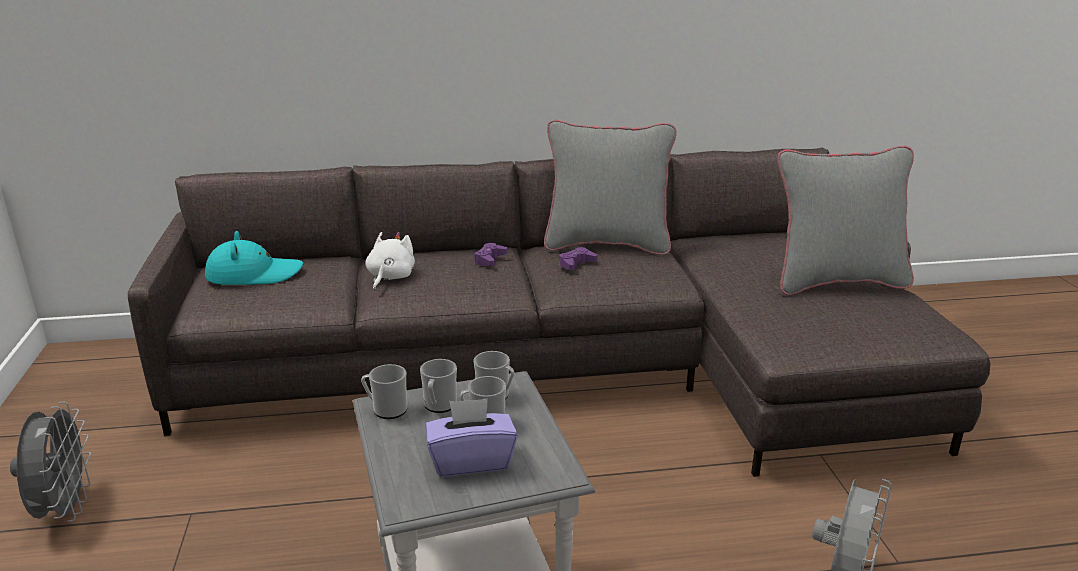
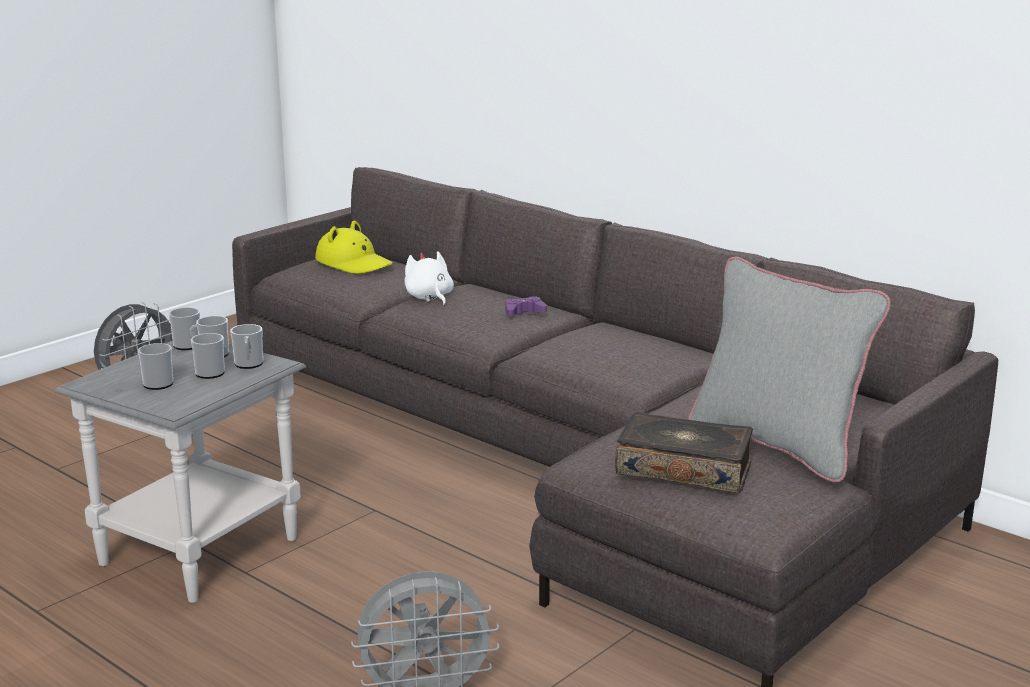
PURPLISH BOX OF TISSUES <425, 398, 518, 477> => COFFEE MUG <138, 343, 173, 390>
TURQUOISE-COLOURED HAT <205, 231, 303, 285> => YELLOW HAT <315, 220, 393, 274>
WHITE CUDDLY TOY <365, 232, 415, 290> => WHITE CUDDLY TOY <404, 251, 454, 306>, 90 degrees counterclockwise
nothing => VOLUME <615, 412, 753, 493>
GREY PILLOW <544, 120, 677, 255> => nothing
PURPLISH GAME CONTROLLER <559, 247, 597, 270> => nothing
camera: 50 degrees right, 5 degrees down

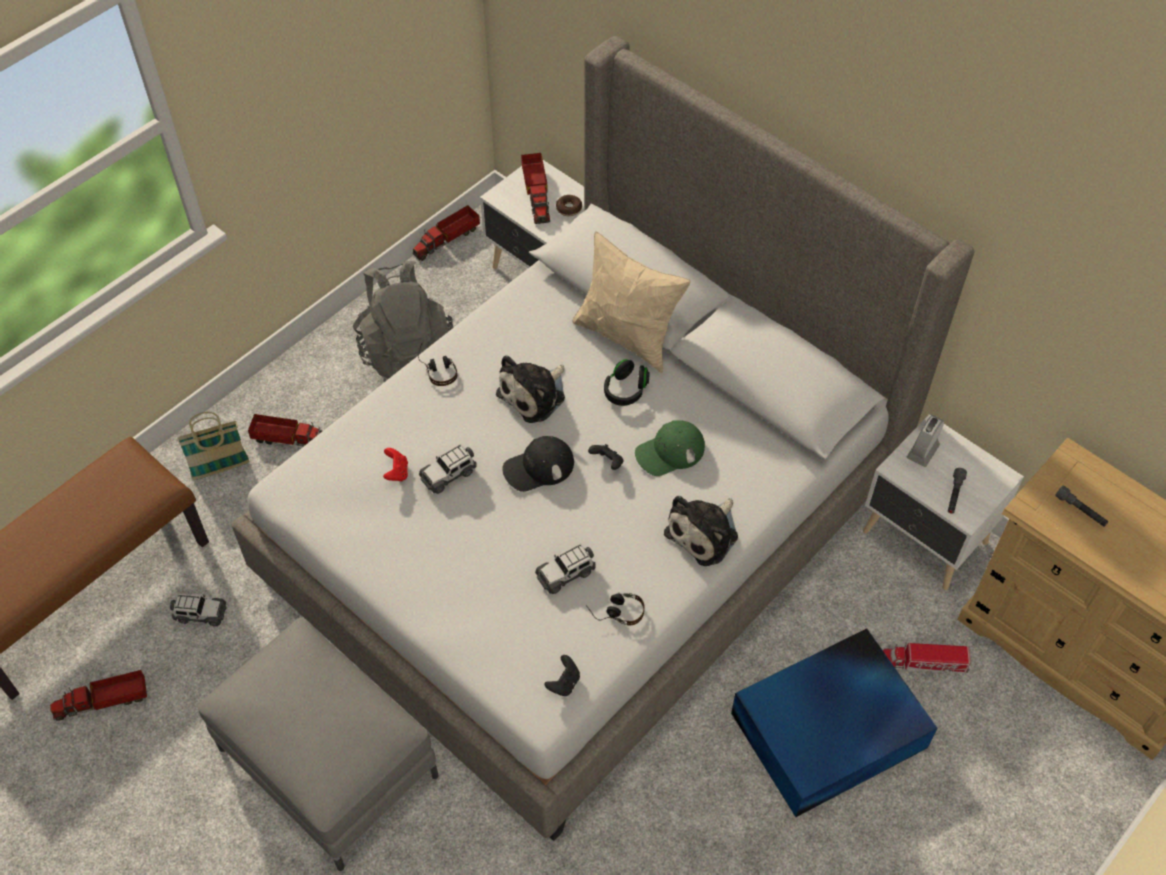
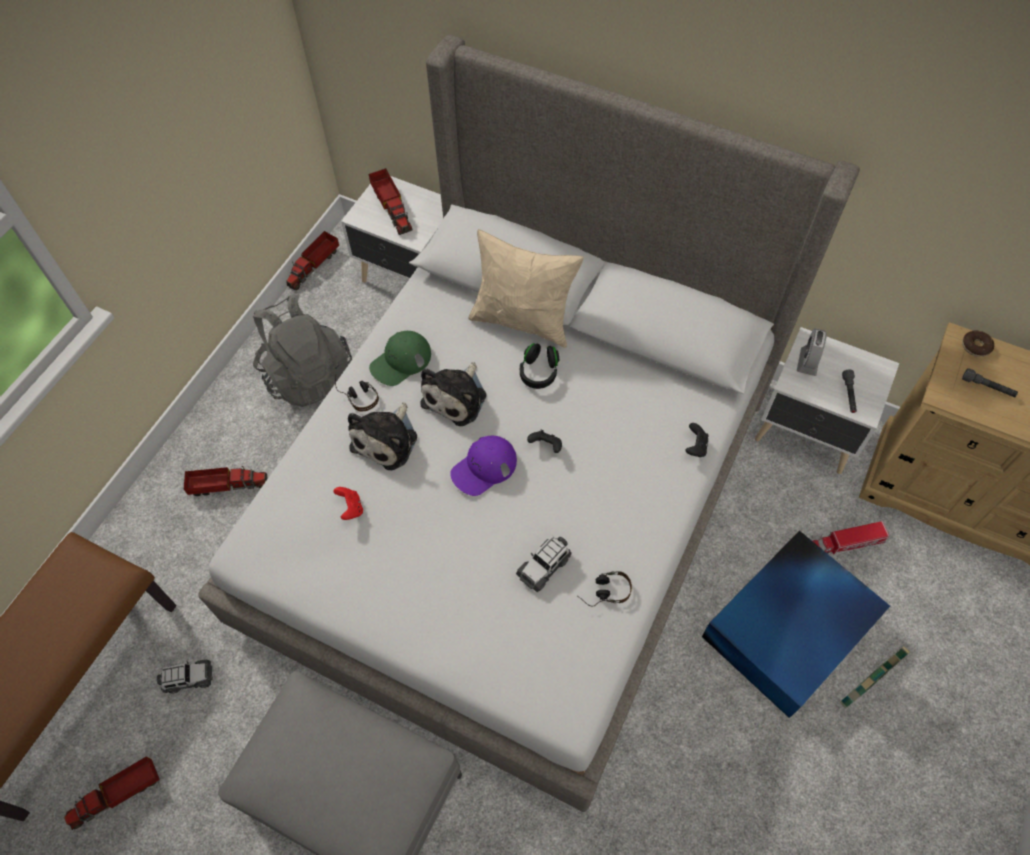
CUDDLY TOY <664, 496, 738, 566> => CUDDLY TOY <348, 402, 417, 470>, relocated
GREENISH CAP <635, 420, 705, 476> => GREENISH CAP <369, 331, 431, 386>, relocated
BLACK CAP <502, 436, 574, 492> => PURPLISH CAP <450, 436, 517, 496>
BLACK GAME CONTROLLER <545, 655, 580, 696> => BLACK GAME CONTROLLER <685, 423, 709, 457>, relocated
STORAGE BASKET <177, 412, 249, 480> => STORAGE BASKET <840, 646, 910, 708>, relocated
DOUGHNUT <556, 195, 582, 216> => DOUGHNUT <962, 330, 994, 357>, relocated
MODEL CAR <419, 444, 477, 494> => nothing
camera: 15 degrees left, 5 degrees up

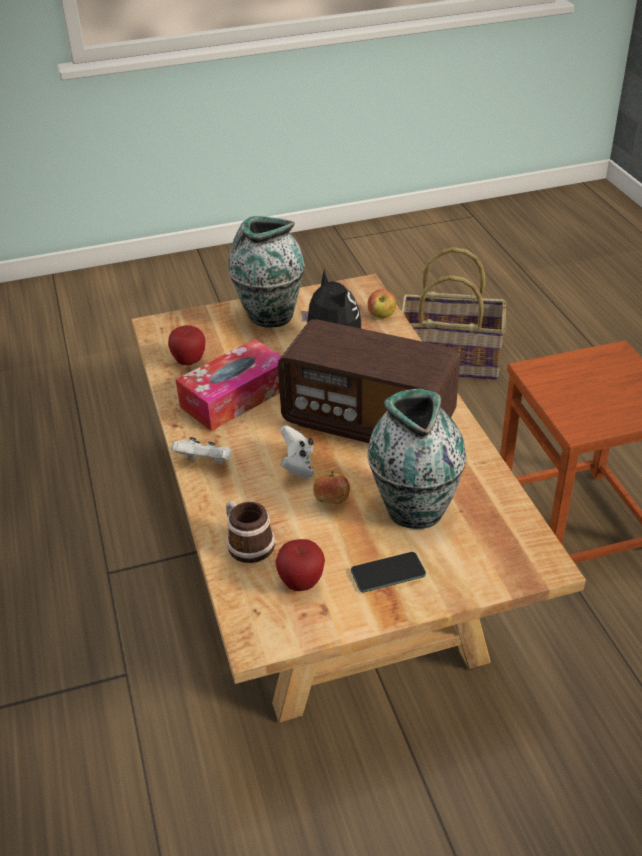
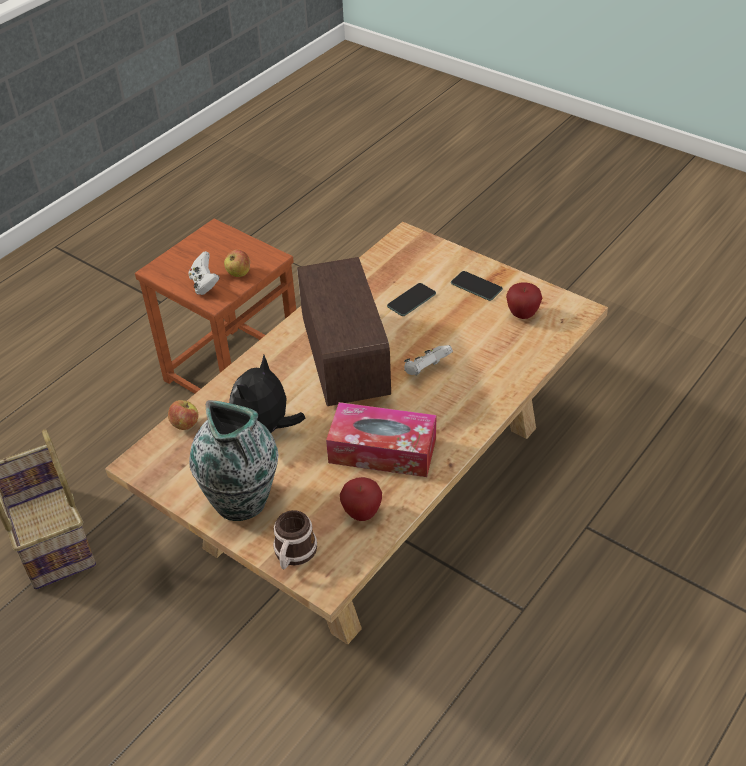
WHITE GAME CONTROLLER <172, 437, 231, 465> => WHITE GAME CONTROLLER <188, 251, 220, 295>, relocated
WHOLE APPLE <313, 471, 350, 504> => WHOLE APPLE <224, 250, 250, 277>, relocated
COFFEE MUG <226, 501, 275, 563> => COFFEE MUG <273, 510, 317, 569>, relocated
FLOWER VASE <367, 389, 467, 529> => TELEPHONE <387, 283, 436, 316>
camera: 125 degrees left, 5 degrees up

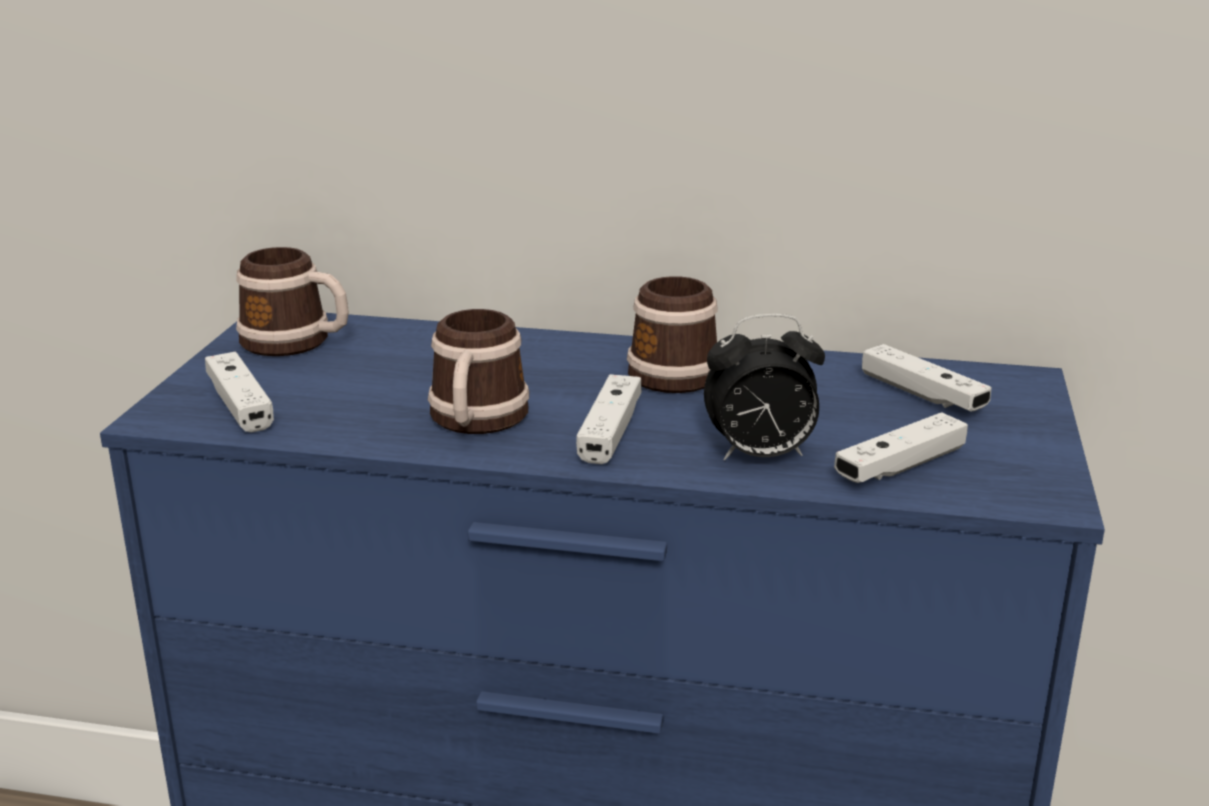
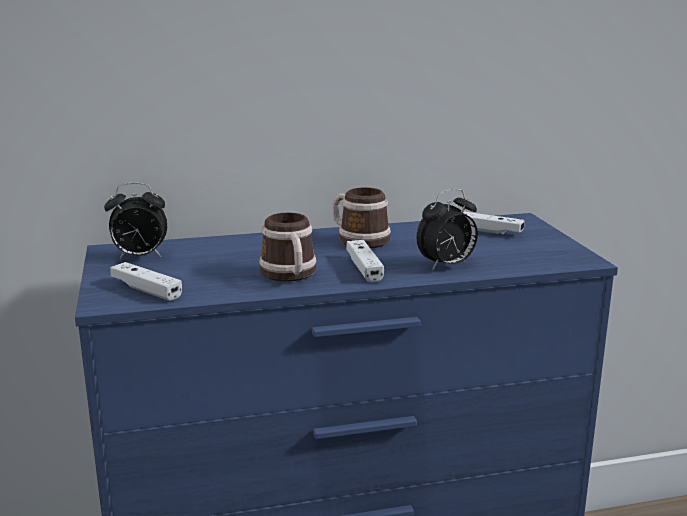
COFFEE MUG <236, 247, 349, 356> => BEDSIDE CLOCK <104, 183, 168, 259>
WHITE GAME CONTROLLER <834, 412, 968, 483> => nothing
camera: 25 degrees left, 5 degrees down

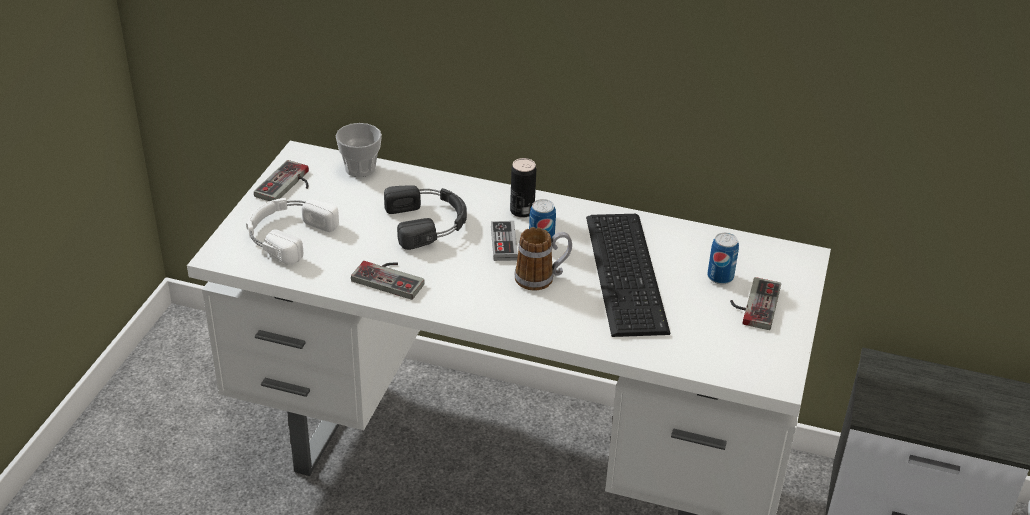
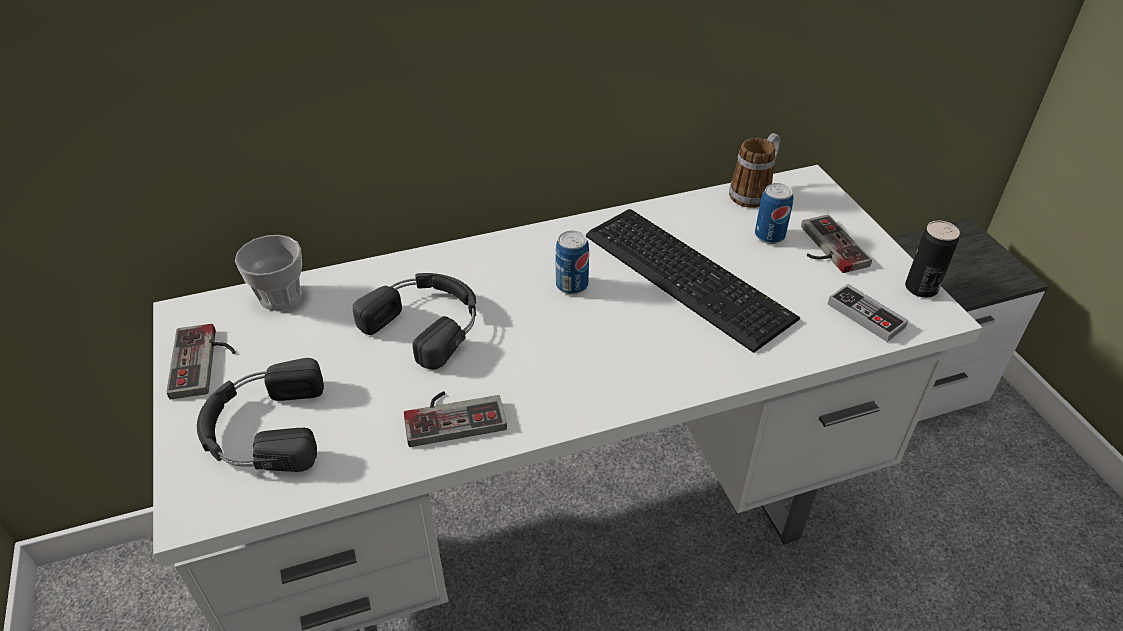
WHITE PAIR OF HEADPHONES <246, 198, 339, 265> => BLACK PAIR OF HEADPHONES <197, 358, 324, 472>
COFFEE MUG <514, 227, 572, 291> => COFFEE MUG <729, 133, 781, 208>, relocated
GAME CONTROLLER <491, 221, 518, 261> => GAME CONTROLLER <828, 284, 908, 342>, relocated
METAL CAN <510, 158, 536, 218> => METAL CAN <905, 220, 960, 298>, relocated
camera: 35 degrees left, 5 degrees up

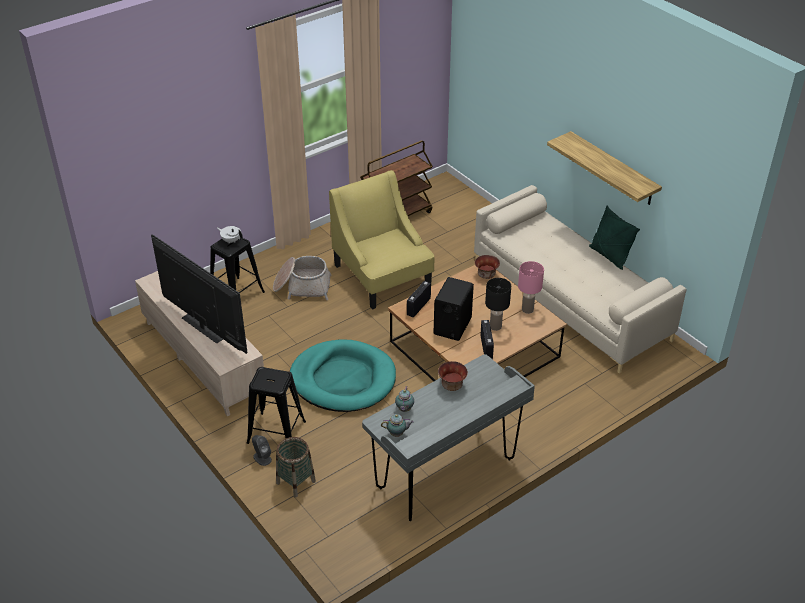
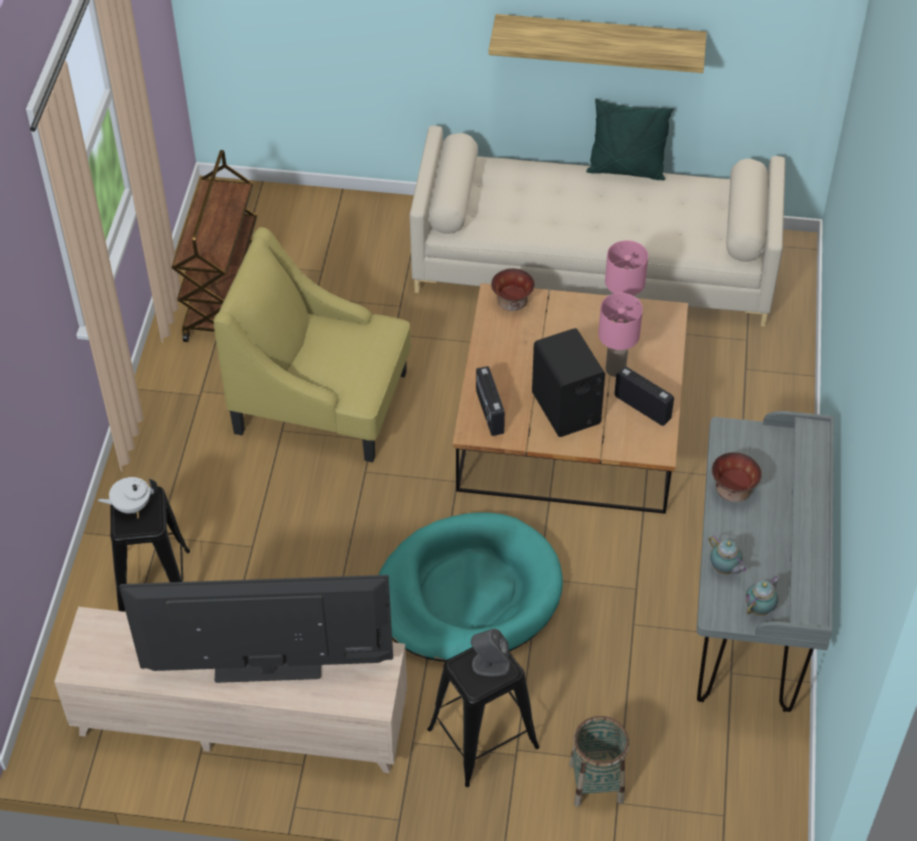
GREY SPEAKER <252, 435, 272, 466> => GREY SPEAKER <471, 628, 510, 676>, relocated
BLACK TABLETOP LAMP <485, 278, 511, 331> => PINK TABLETOP LAMP <598, 293, 643, 377>
STORAGE BASKET <273, 256, 331, 300> => nothing
camera: 45 degrees left, 10 degrees up

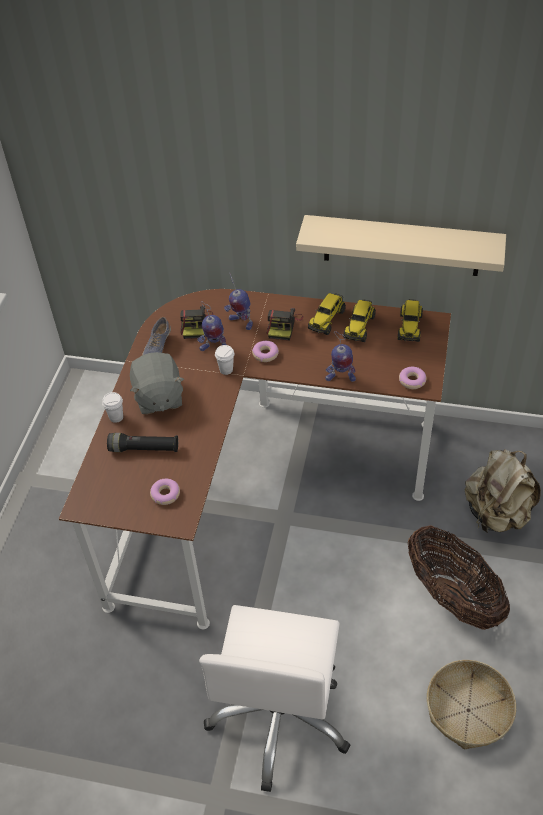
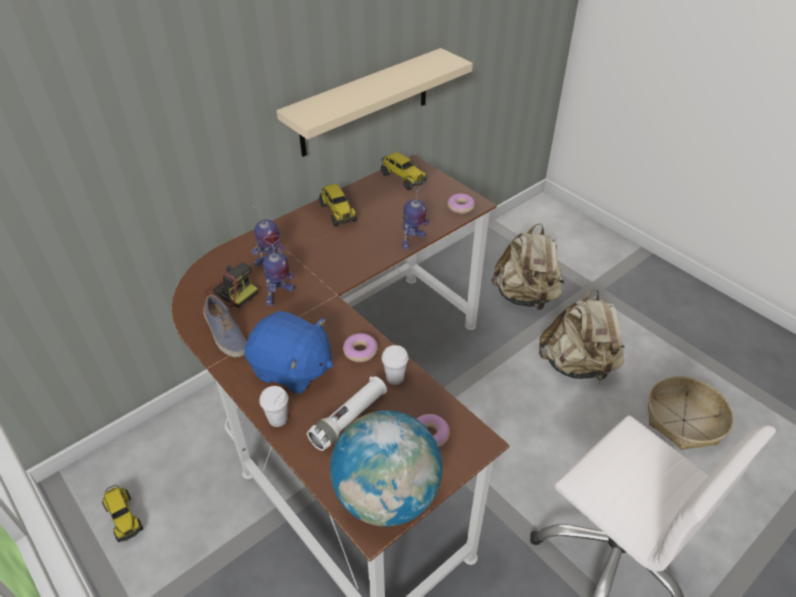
TOY TRUCK <343, 300, 376, 342> => TOY TRUCK <102, 485, 143, 542>, relocated
GREY CUDDLY TOY <130, 352, 184, 415> => BLUE CUDDLY TOY <244, 311, 333, 394>
BLACK FLASHLIGHT <107, 433, 178, 452> => WHITE FLASHLIGHT <307, 376, 387, 451>
nothing => DESK GLOBE <330, 410, 442, 526>
DOUGHNUT <252, 341, 279, 362> => DOUGHNUT <343, 333, 378, 362>, relocated
WHITE DRINKING CUP <215, 345, 235, 375> => WHITE DRINKING CUP <382, 345, 409, 385>, relocated
STORAGE BASKET <408, 525, 510, 630> => BEIGE RUCKSACK <539, 289, 625, 383>
PHOTO CAMERA <266, 308, 303, 341> => nothing
camera: 55 degrees left, 5 degrees down

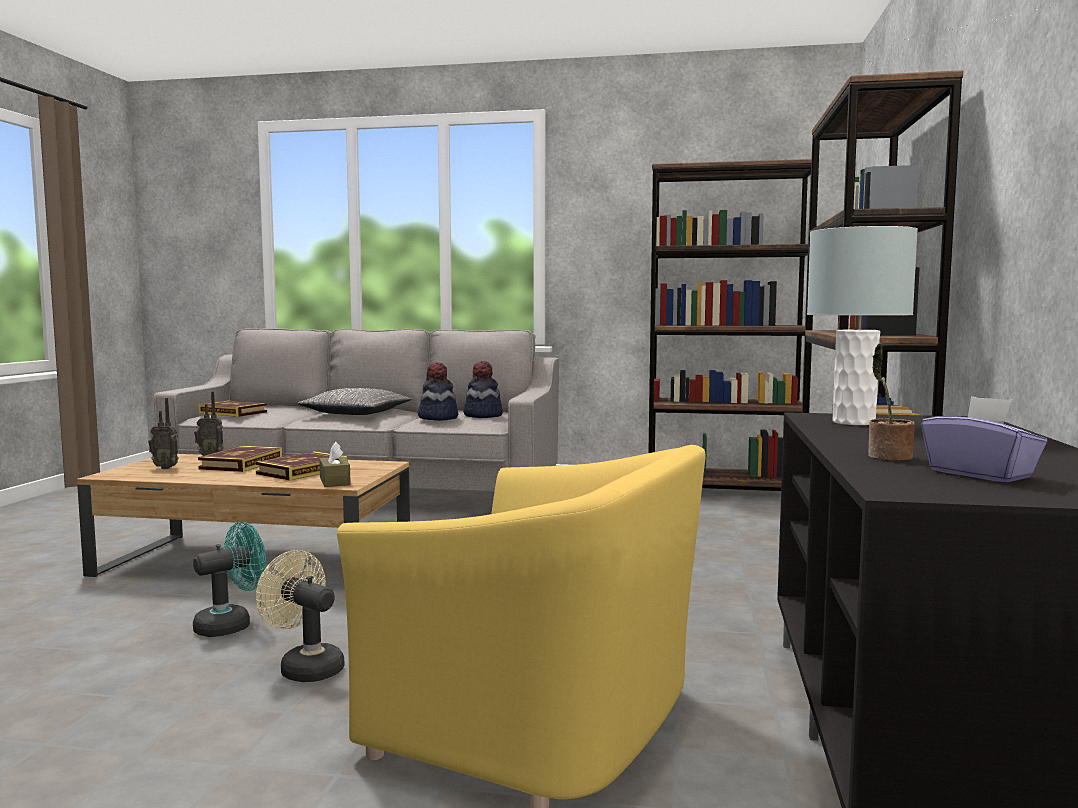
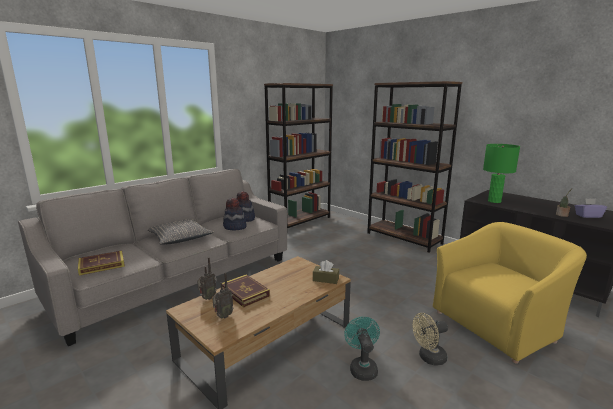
GREY TABLETOP LAMP <807, 226, 918, 425> => GREENISH TABLETOP LAMP <483, 144, 520, 203>
VOLUME <255, 451, 348, 481> => nothing
camera: 55 degrees left, 10 degrees up

